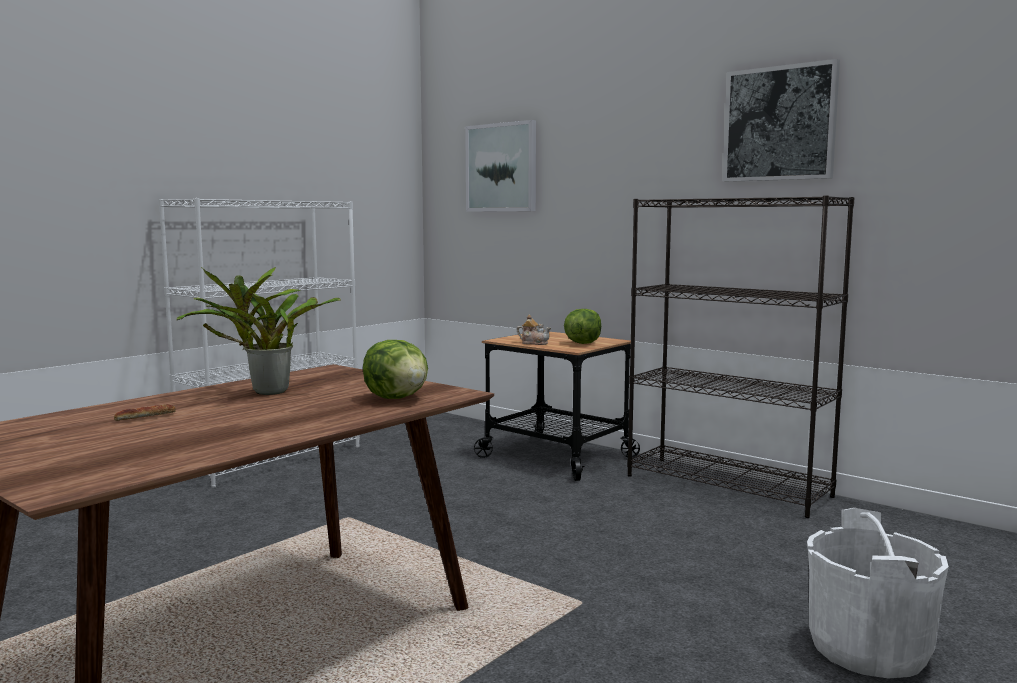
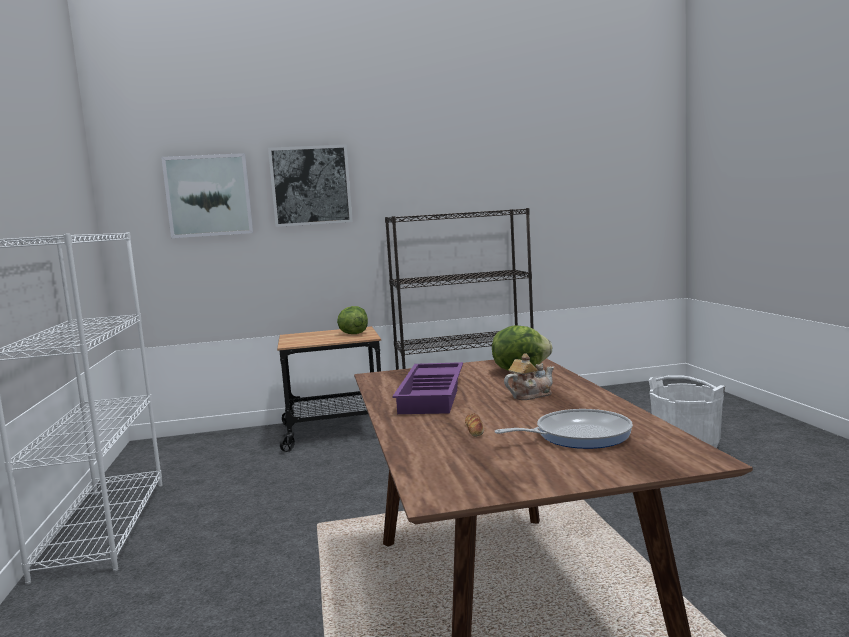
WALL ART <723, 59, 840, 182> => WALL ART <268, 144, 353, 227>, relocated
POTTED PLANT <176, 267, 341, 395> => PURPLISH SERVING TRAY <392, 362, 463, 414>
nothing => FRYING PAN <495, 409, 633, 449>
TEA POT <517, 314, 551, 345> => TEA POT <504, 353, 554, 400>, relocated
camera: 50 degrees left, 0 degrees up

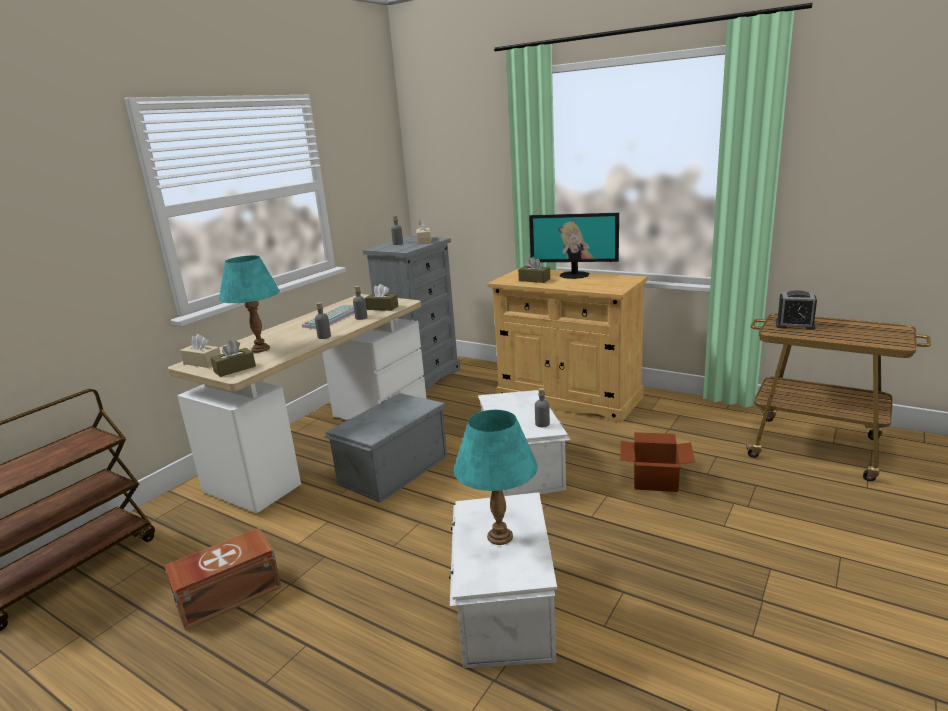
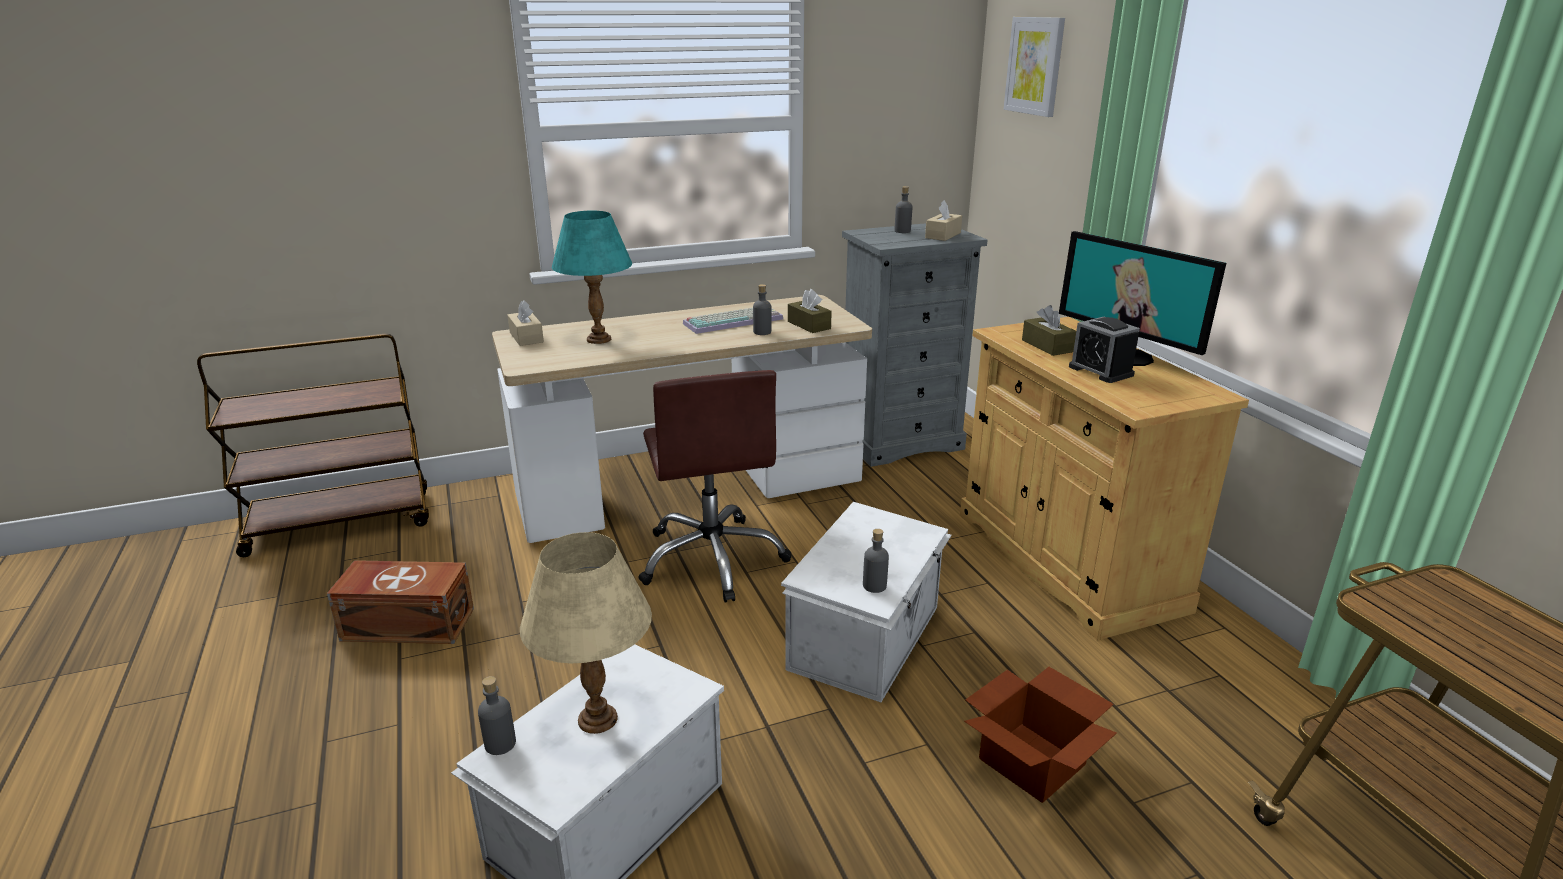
GREY DRINK BOTTLE <315, 302, 331, 339> => GREY DRINK BOTTLE <478, 676, 516, 755>, relocated
TURQUOISE-COLOURED TABLETOP LAMP <454, 410, 538, 545> => BEIGE TABLETOP LAMP <520, 532, 652, 734>
GREY STORAGE BIN <324, 393, 447, 503> => BROWN DESK CHAIR <638, 370, 791, 603>
nothing => WALL ART <1004, 17, 1065, 117>
BEDSIDE CLOCK <776, 290, 817, 330> => BEDSIDE CLOCK <1069, 317, 1140, 383>, relocated
BROWN BOX OF TISSUES <210, 340, 256, 377> => nothing
camera: 35 degrees right, 5 degrees up

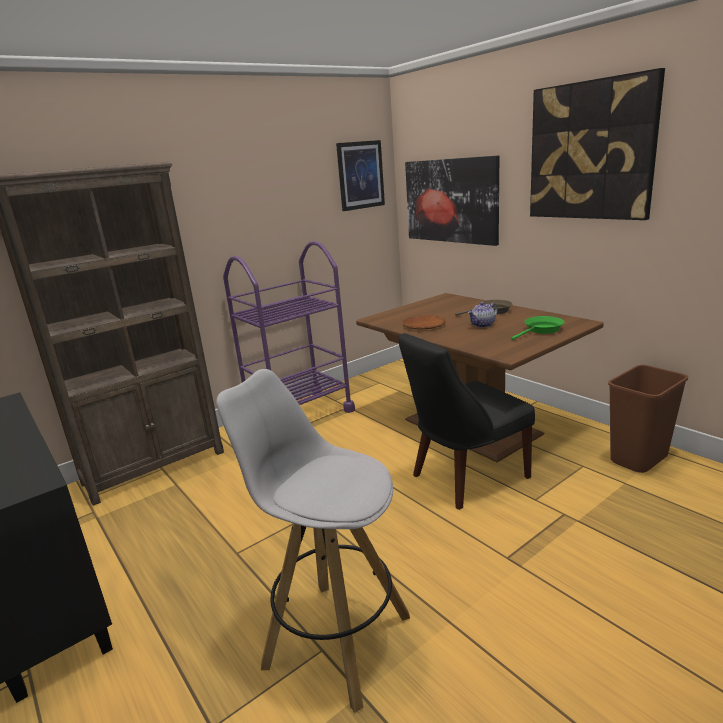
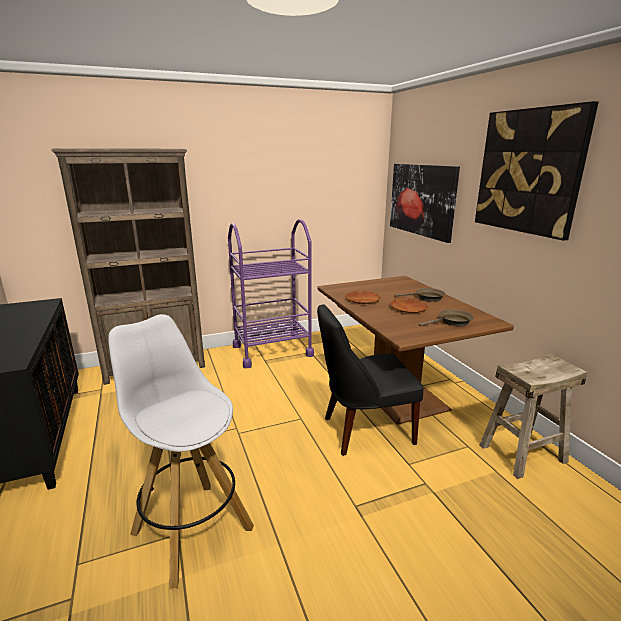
TEA POT <468, 302, 498, 328> => BROWN DINNER PLATE <390, 299, 428, 313>
GREENISH FRYING PAN <511, 316, 564, 340> => BROWN FRYING PAN <419, 309, 474, 326>
BROWN TRASH CAN <608, 365, 688, 473> => BEIGE STOOL <479, 354, 587, 479>
WALL ART <336, 140, 385, 211> => nothing
camera: 15 degrees right, 0 degrees up

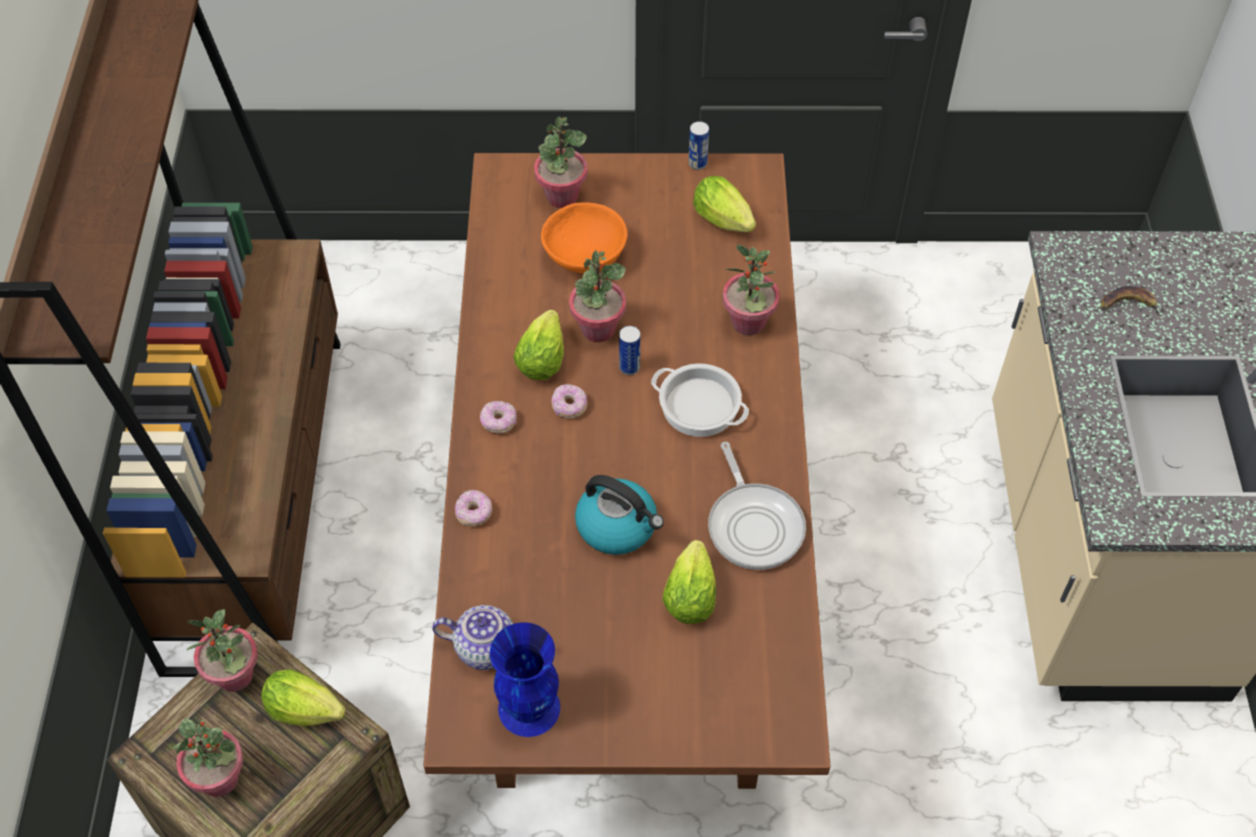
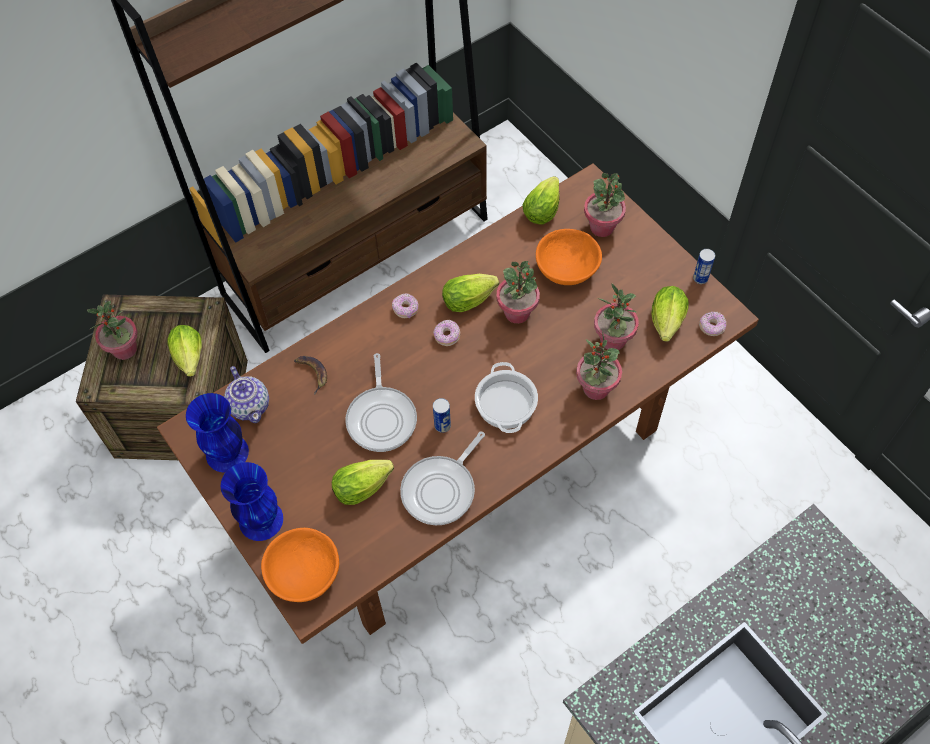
nothing => BLUE FLOWER VASE <221, 462, 283, 541>
nothing => ORANGE-COLOURED DEEP DISH <261, 528, 339, 602>
WHOLE BANANA <1101, 286, 1161, 317> => WHOLE BANANA <294, 356, 327, 395>, relocated
KETTLE <575, 475, 664, 555> => FRYING PAN <345, 353, 417, 452>
METAL CAN <619, 326, 640, 375> => METAL CAN <433, 398, 451, 433>, relocated
nothing => LETTUCE <522, 176, 560, 225>
POTTED PLANT <187, 609, 258, 692> => POTTED PLANT <594, 284, 639, 350>, relocated
DOUGHNUT <455, 490, 492, 526> => DOUGHNUT <699, 312, 727, 336>, relocated
camera: 55 degrees right, 5 degrees up

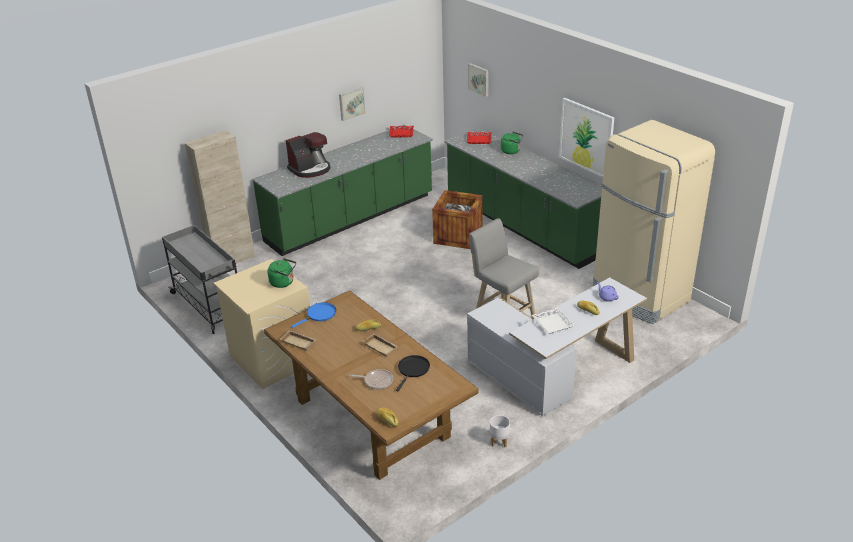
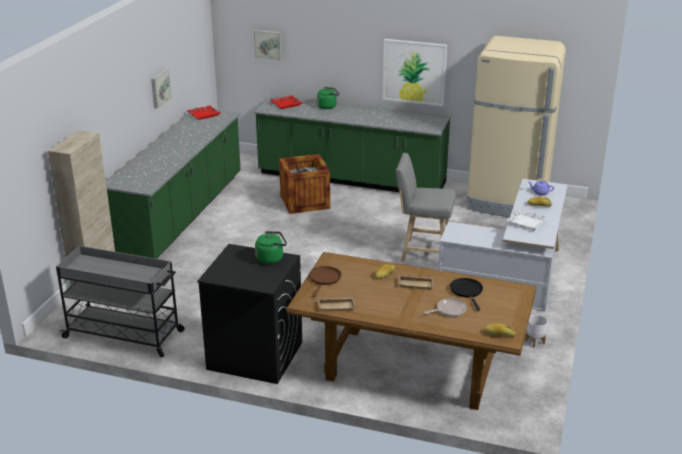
BEIGE LAUNDRY APPLIANCE <214, 259, 310, 389> => BLACK LAUNDRY APPLIANCE <197, 244, 302, 384>
BLUE FRYING PAN <291, 302, 336, 328> => BROWN FRYING PAN <309, 266, 341, 297>
COFFEE BREWER <286, 132, 330, 178> => nothing
camera: 35 degrees left, 5 degrees down

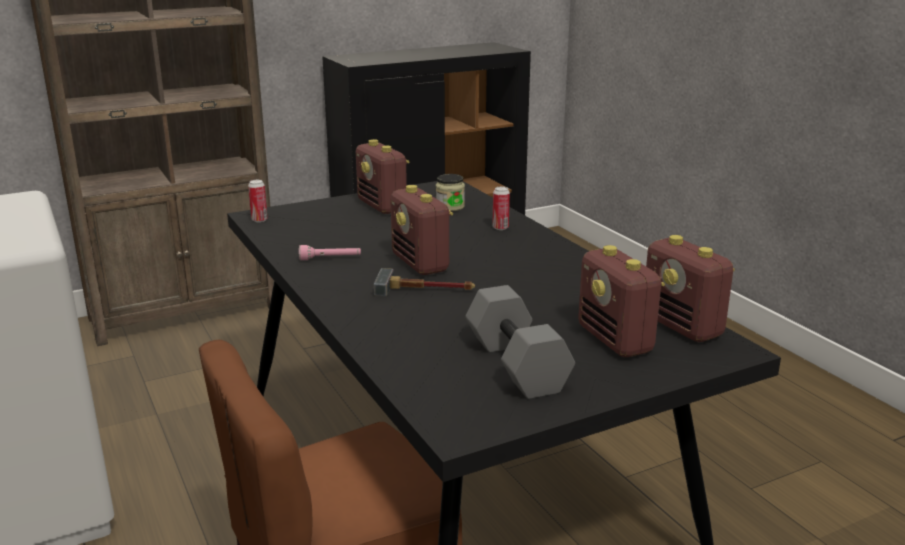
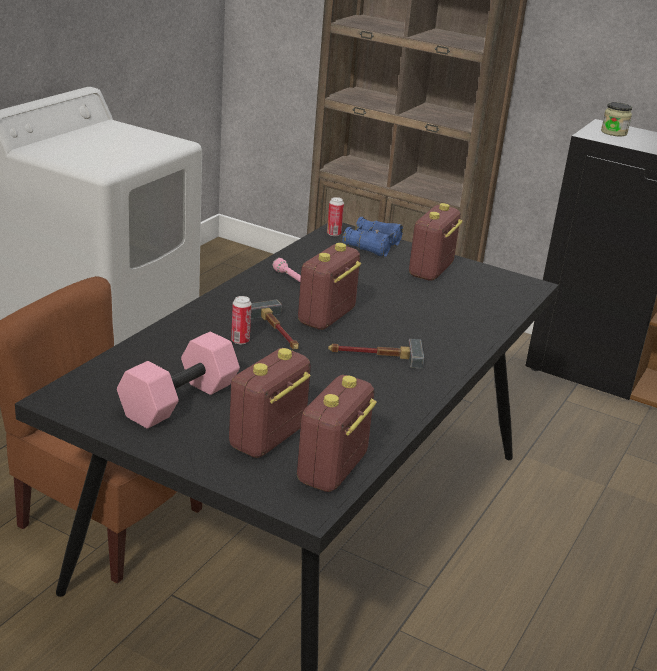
GREY DUMBBELL <465, 285, 575, 399> => PINK DUMBBELL <117, 332, 240, 429>
METAL CAN <492, 187, 510, 230> => METAL CAN <231, 296, 252, 344>, relocated
nothing => HAND HAMMER <328, 339, 424, 369>
nothing => BLUE FIELD GLASSES <343, 217, 403, 257>
JAR <436, 174, 465, 211> => JAR <601, 102, 632, 136>, relocated
camera: 55 degrees right, 5 degrees up

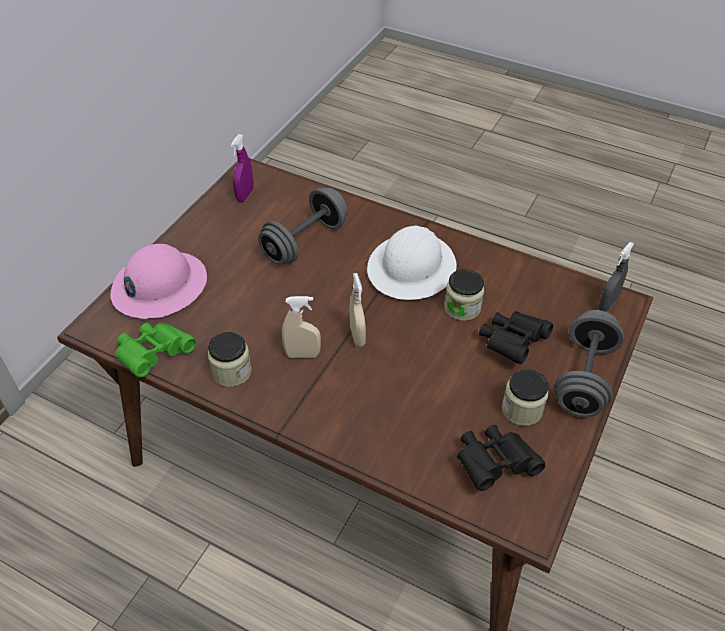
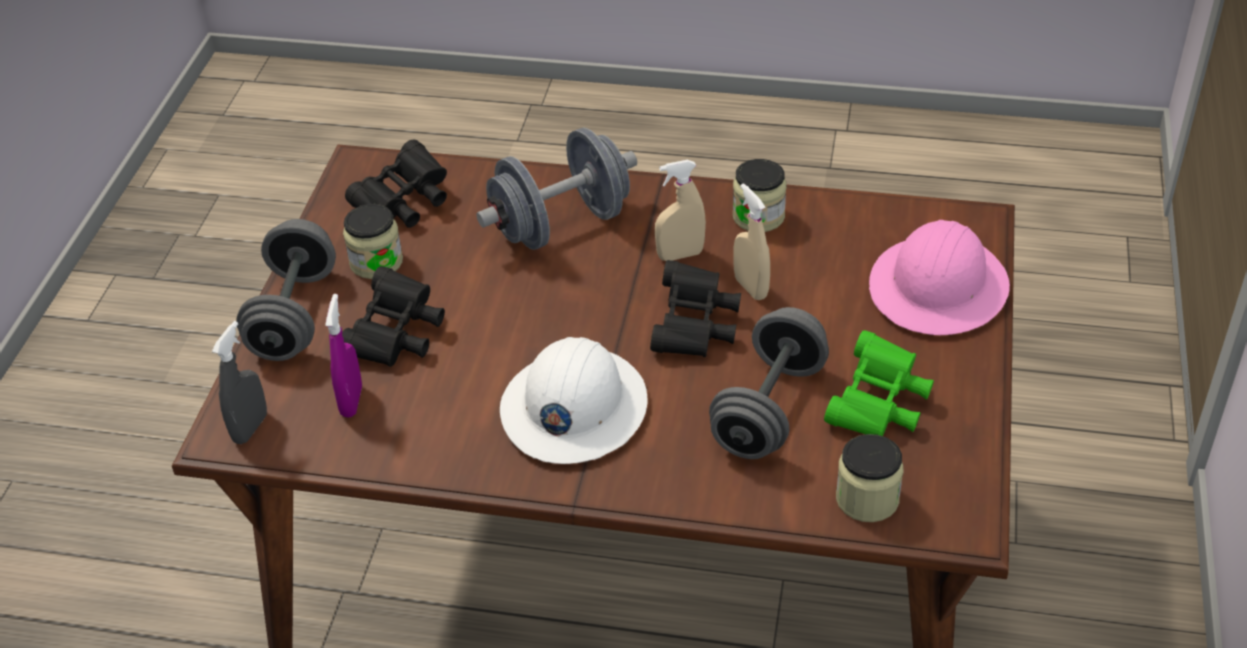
PURPLISH HAND SPRAYER <231, 134, 254, 202> => PURPLISH HAND SPRAYER <325, 294, 362, 417>, relocated
nothing => GREY DUMBBELL <476, 128, 637, 250>
nothing => BLACK FIELD GLASSES <650, 260, 741, 357>
BEIGE HAND SPRAYER <350, 273, 366, 347> => BEIGE HAND SPRAYER <734, 183, 770, 300>, relocated
GREENISH FIELD GLASSES <115, 323, 197, 377> => GREENISH FIELD GLASSES <824, 330, 934, 436>, relocated
JAR <444, 269, 484, 321> => JAR <836, 434, 903, 522>, relocated
camera: 165 degrees right, 5 degrees down

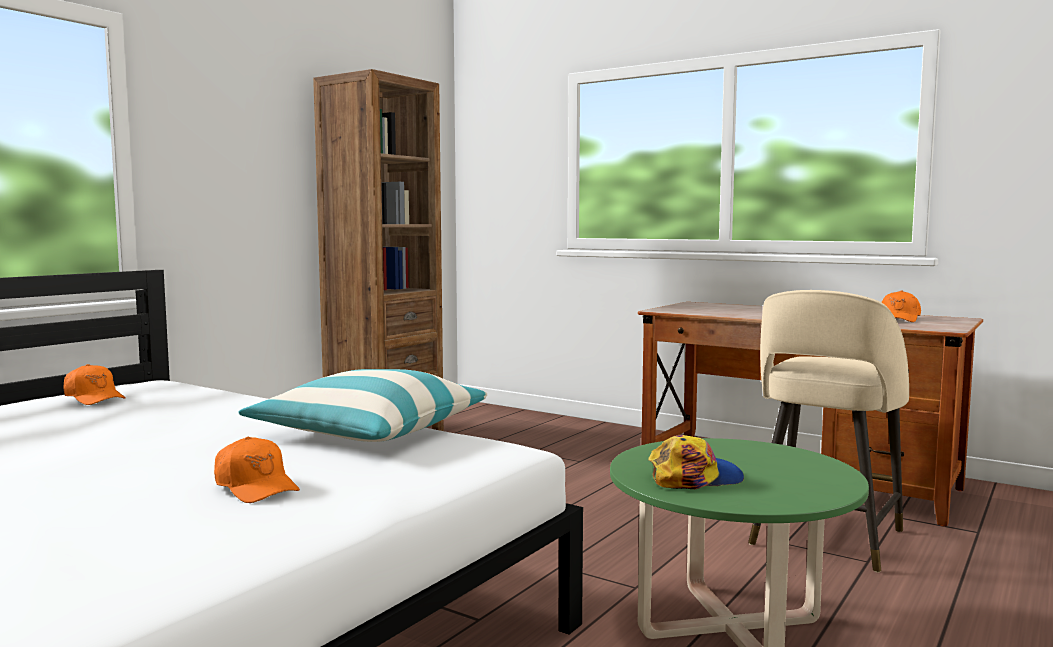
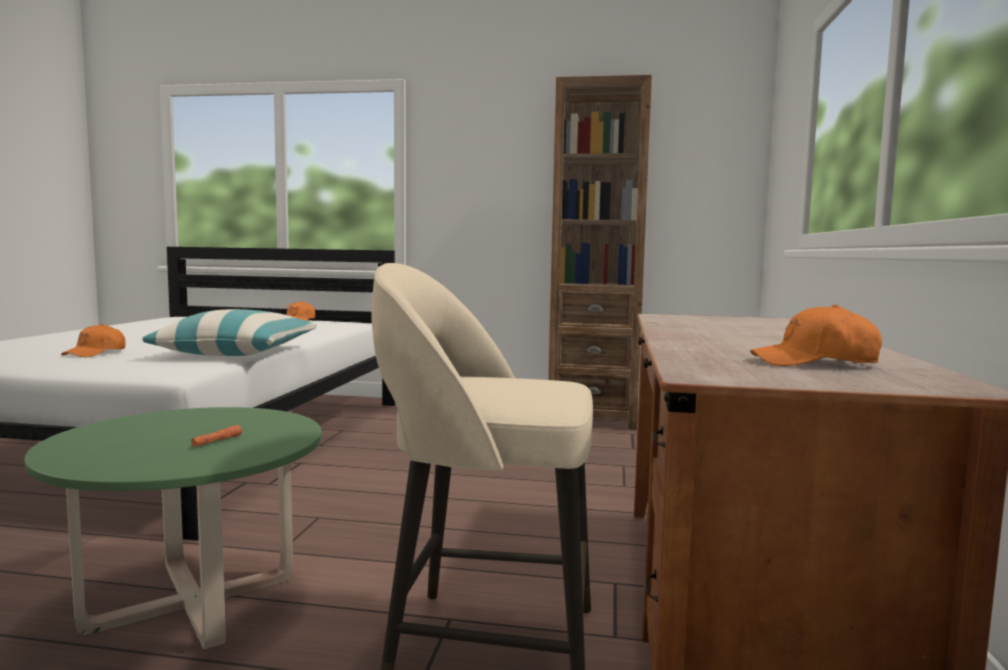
nothing => ORANGE-COLOURED FLASHLIGHT <191, 425, 242, 447>
CAP <648, 435, 744, 489> => nothing
camera: 65 degrees right, 0 degrees up

